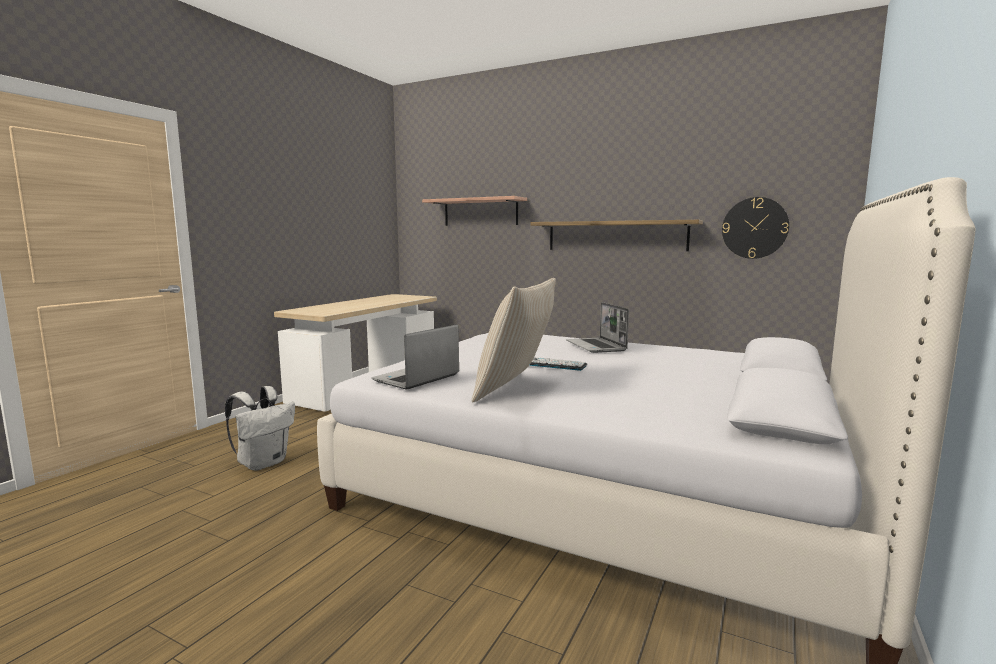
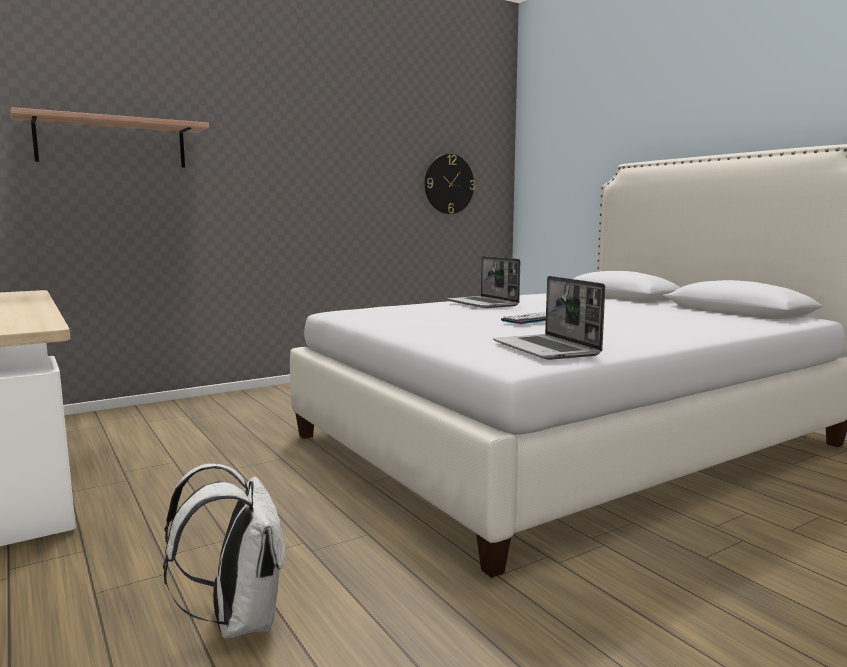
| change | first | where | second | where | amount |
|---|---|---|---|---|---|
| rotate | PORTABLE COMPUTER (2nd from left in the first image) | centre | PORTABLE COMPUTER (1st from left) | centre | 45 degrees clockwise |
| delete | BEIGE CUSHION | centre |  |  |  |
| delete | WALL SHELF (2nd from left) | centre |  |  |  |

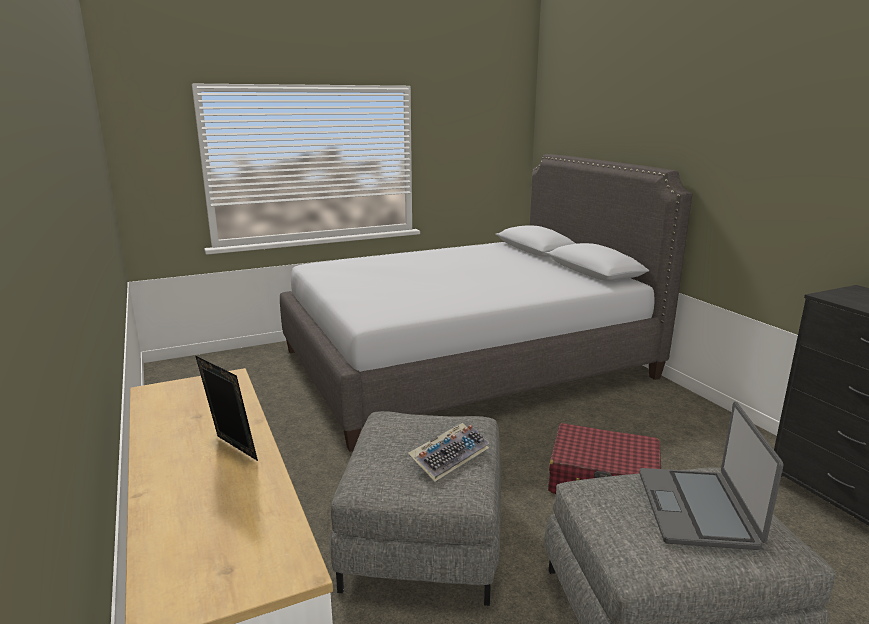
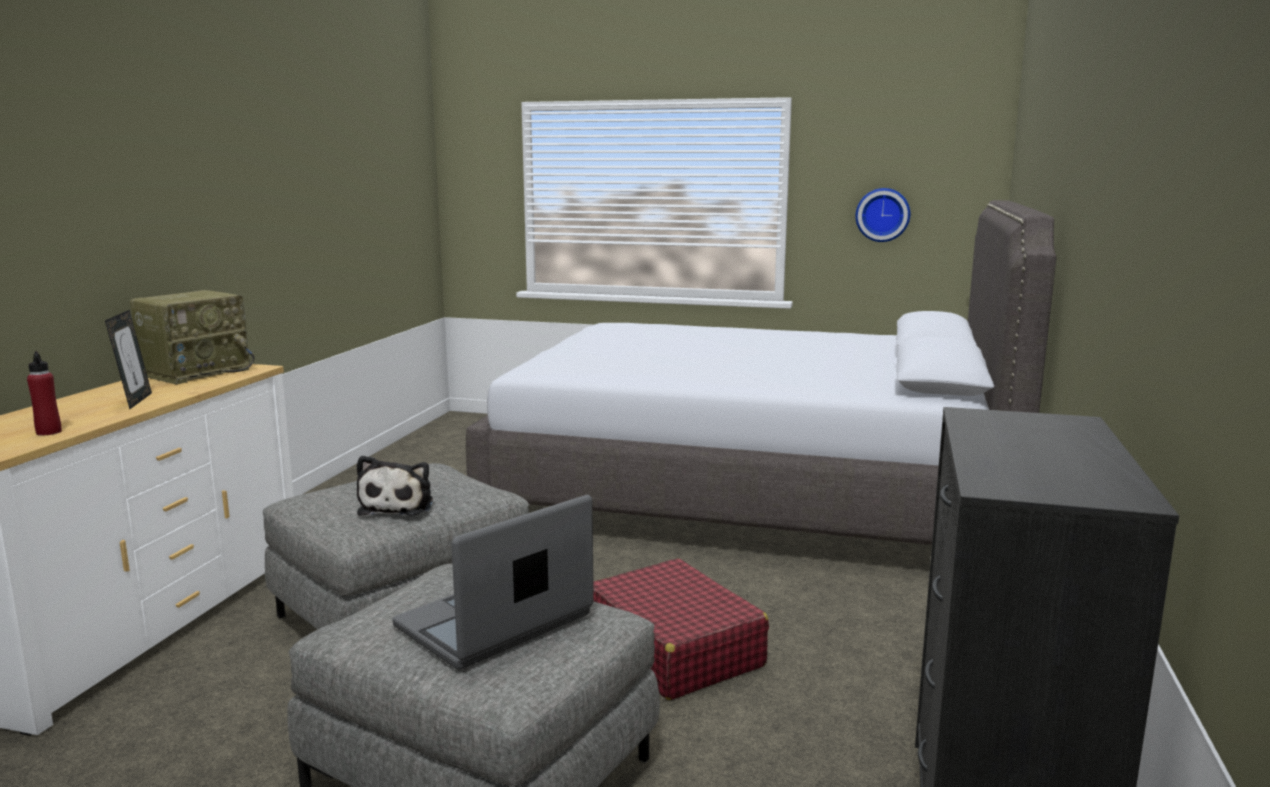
| change | first | where | second | where | amount |
|---|---|---|---|---|---|
| insert |  |  | REDDISH BOTTLE | middle left |  |
| insert |  |  | RADIO SET | middle left |  |
| replace | PC KEYBOARD | bottom centre | PLUSH TOY | middle left |  |
| insert |  |  | HANGING CLOCK | top right |  |

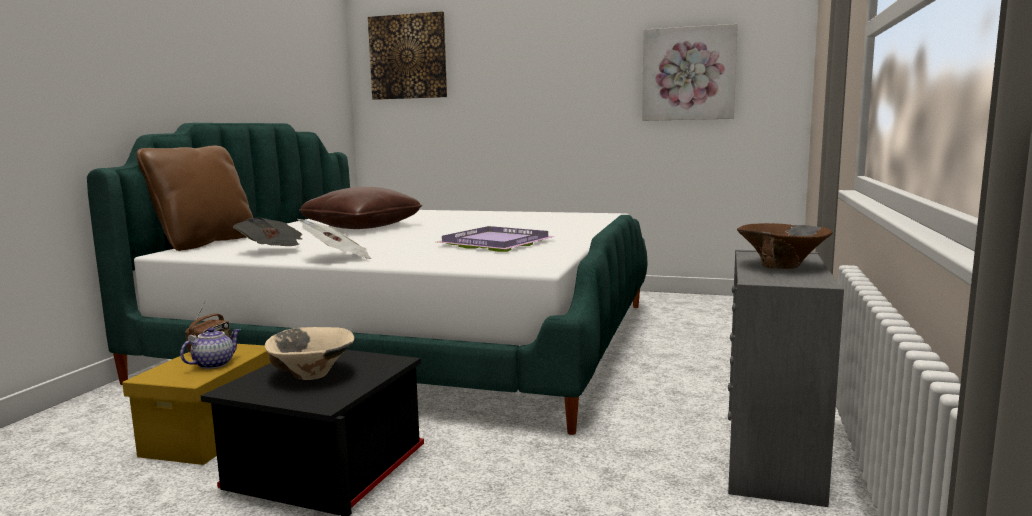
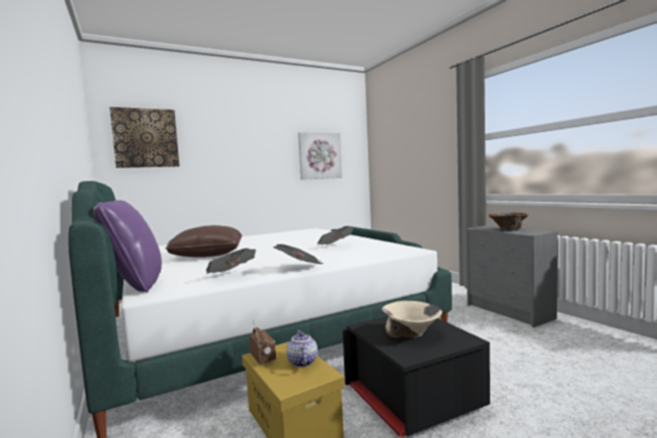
| change | first | where | second | where | amount |
|---|---|---|---|---|---|
| recolor | BROWNISH CUSHION (1st from left) | middle left | PURPLE-COLOURED CUSHION | middle left |  |
| replace | PURPLE-COLOURED SERVING TRAY | centre | DAILY PAPER (3rd from left) | centre |  |

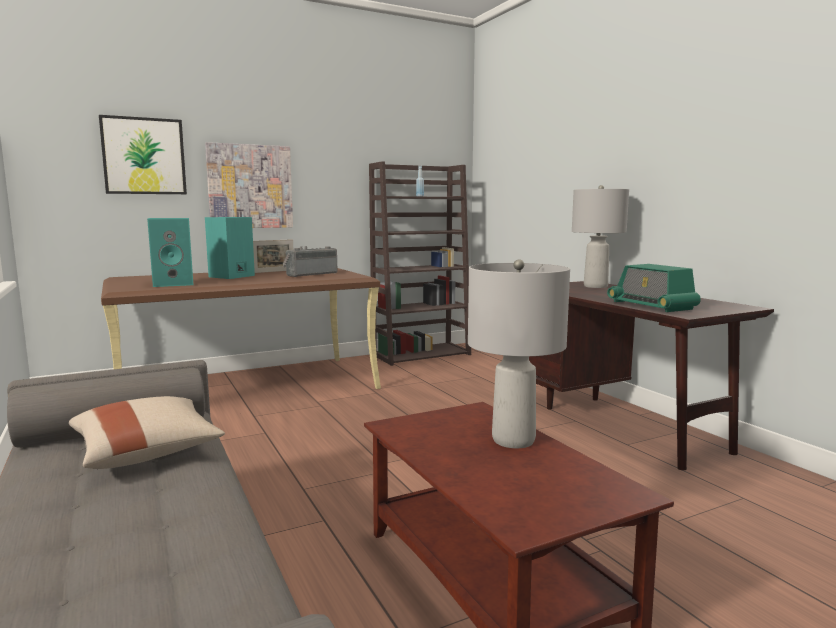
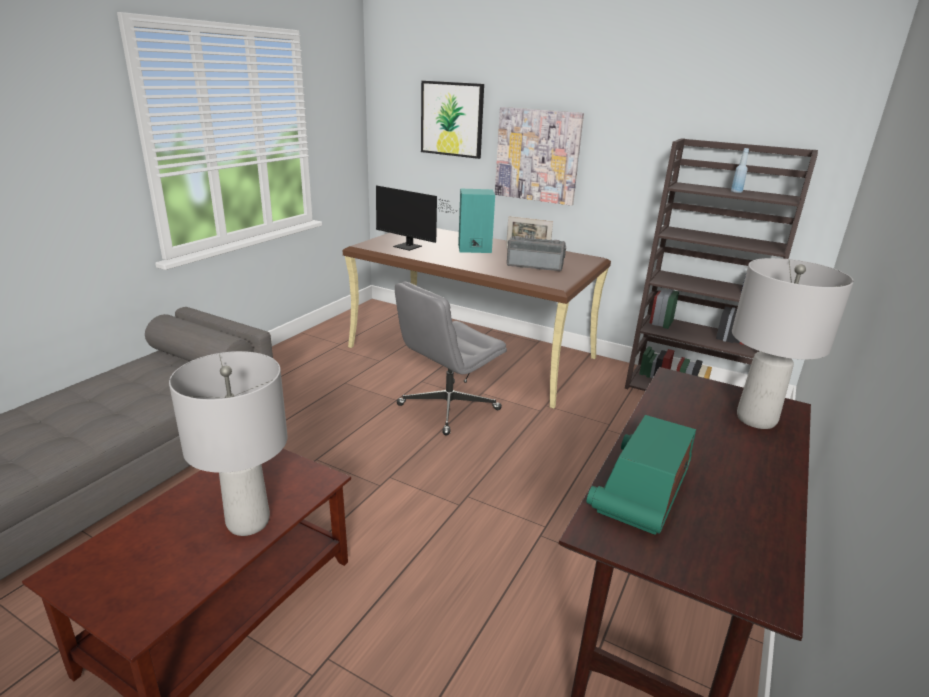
| change | first | where | second | where | amount |
|---|---|---|---|---|---|
| replace | TURQUOISE SPEAKER (1st from left) | middle left | COMPUTER SCREEN | top centre |  |
| insert |  |  | GREYISH COMPUTER CHAIR | centre |  |
| delete | BEIGE CUSHION | bottom left |  |  |  |

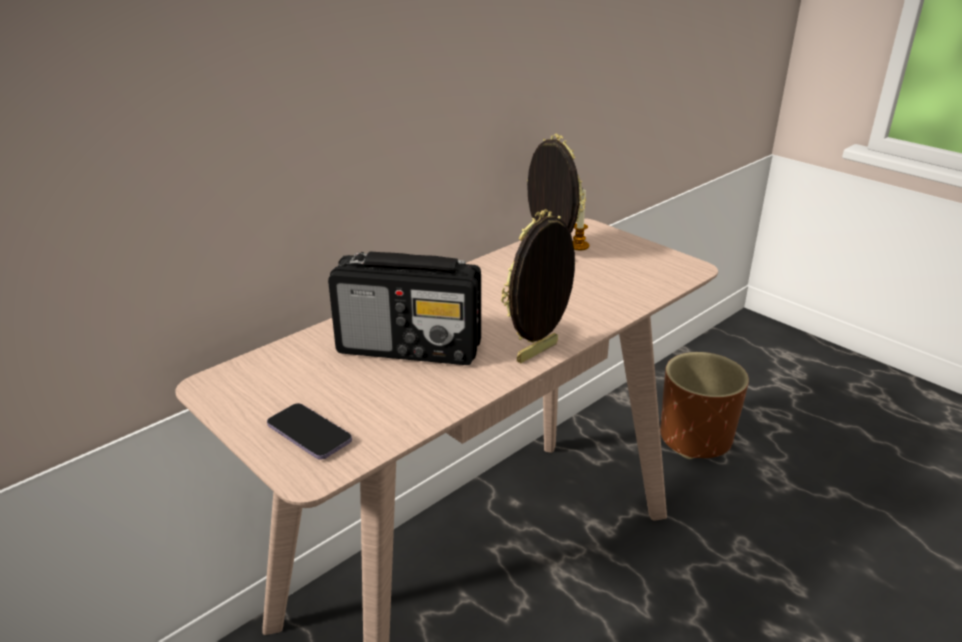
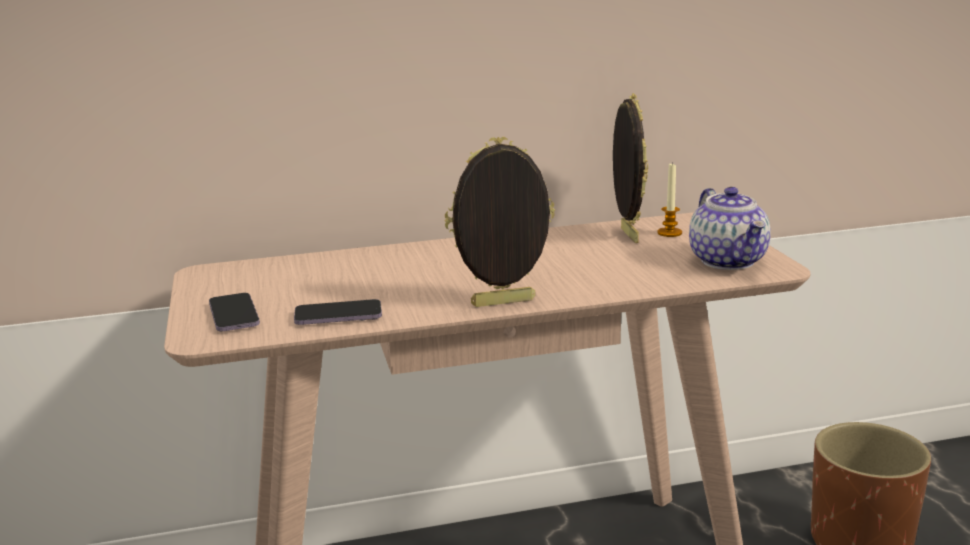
| change | first | where | second | where | amount |
|---|---|---|---|---|---|
| insert |  |  | TELEPHONE (2nd from left) | centre |  |
| insert |  |  | TEAPOT | middle right |  |
| delete | RADIO SET | centre |  |  |  |

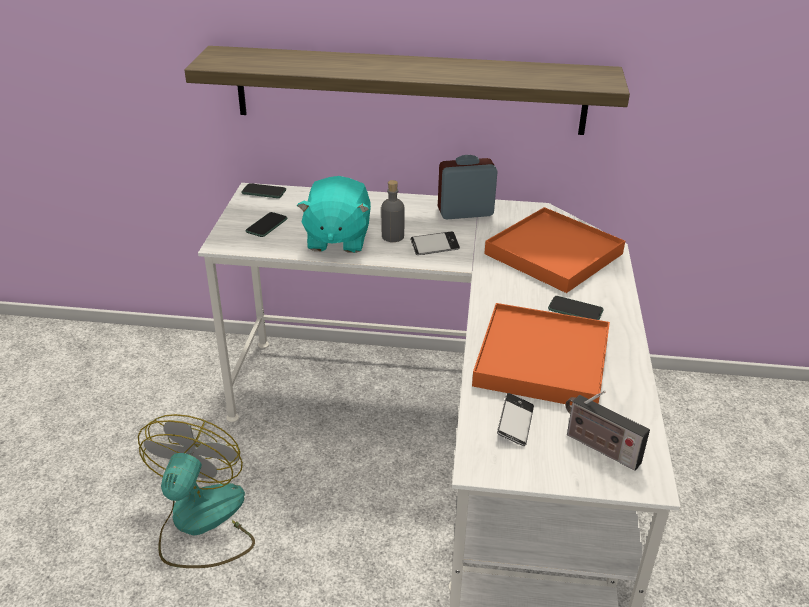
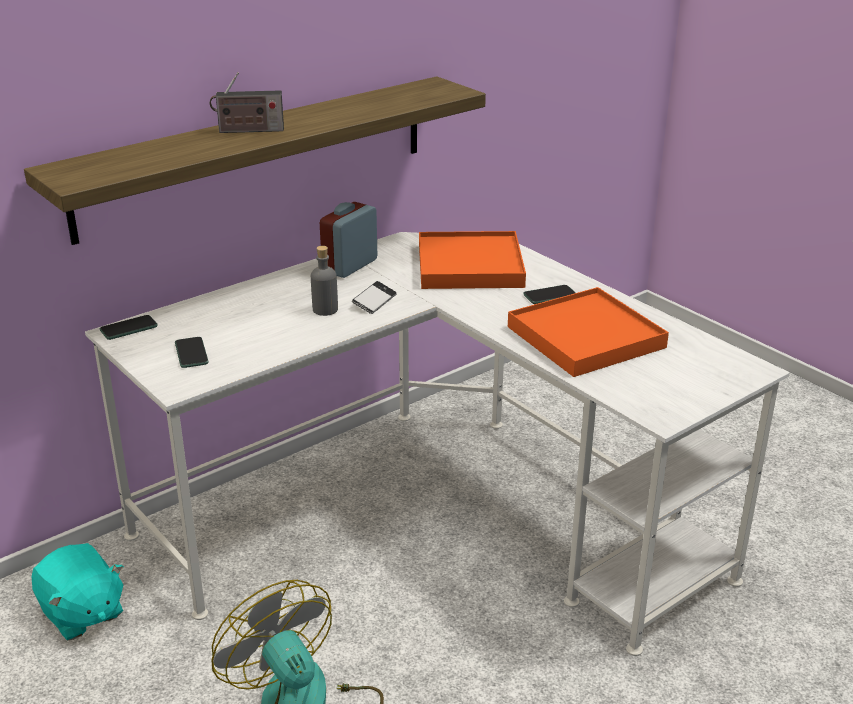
| change | first | where | second | where | amount |
|---|---|---|---|---|---|
| move | TURQUOISE PLUSH TOY | centre |  | bottom left |  |
| move | RADIO SET | bottom right |  | top left |  |
| delete | TELEPHONE (4th from left) | bottom centre |  |  |  |

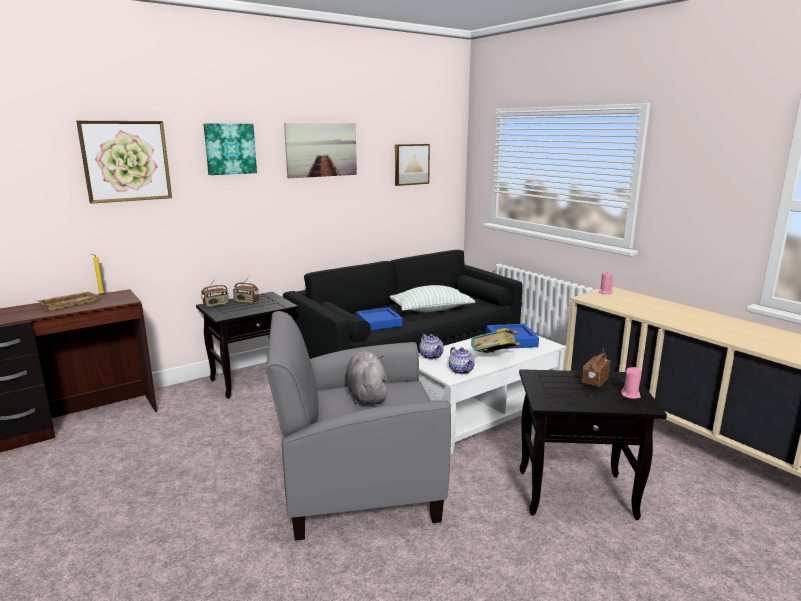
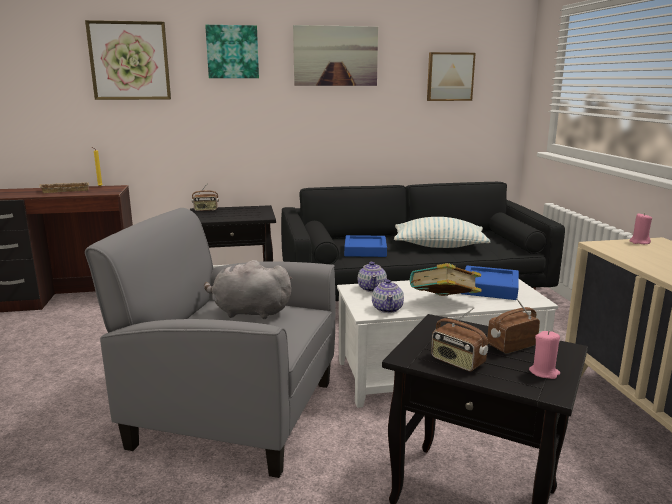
| change | first | where | second | where | amount |
|---|---|---|---|---|---|
| rotate | GREYISH PLUSH TOY | centre |  | centre | 90 degrees counterclockwise |
| move | RADIO SET (2nd from left) | middle left |  | bottom right |  |

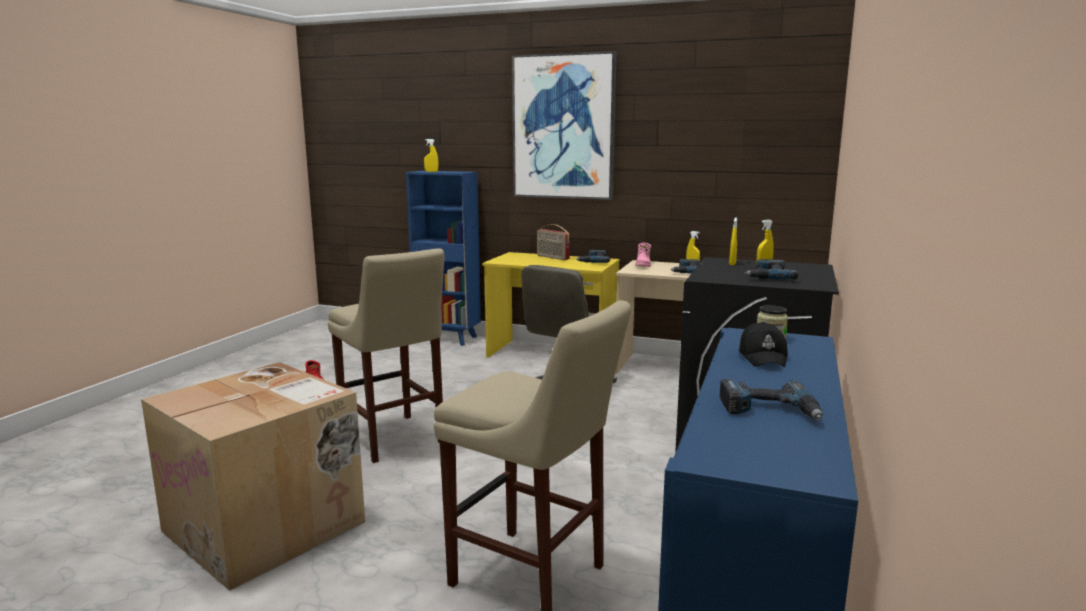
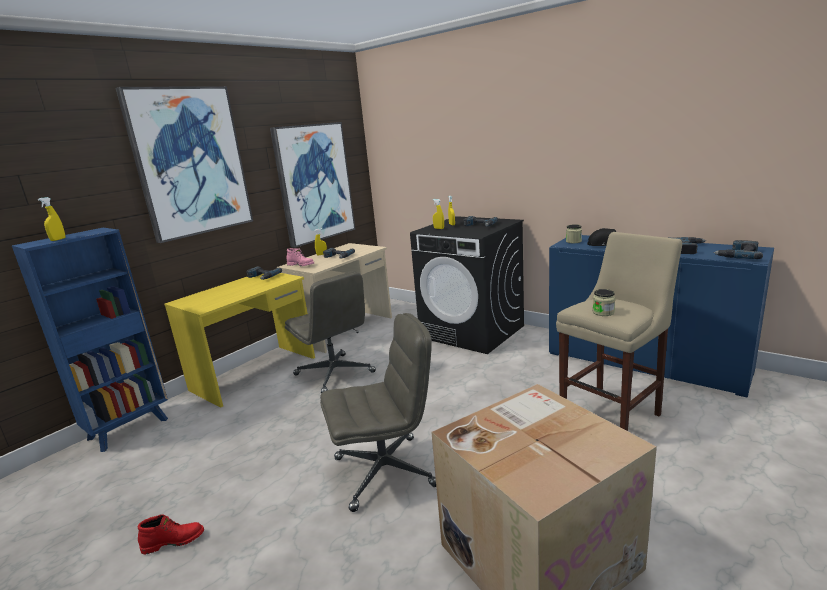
| change | first | where | second | where | amount |
|---|---|---|---|---|---|
| insert |  |  | WALL ART (2nd from left) | top centre |  |
| replace | BEIGE SITTING STOOL (1st from left) | centre | GREYISH COMPUTER CHAIR (2nd from left) | bottom centre |  |
| insert |  |  | JAR (2nd from left) | middle right |  |
| insert |  |  | DRILL (5th from left) | middle right |  |
| delete | RADIO SET | centre |  |  |  |

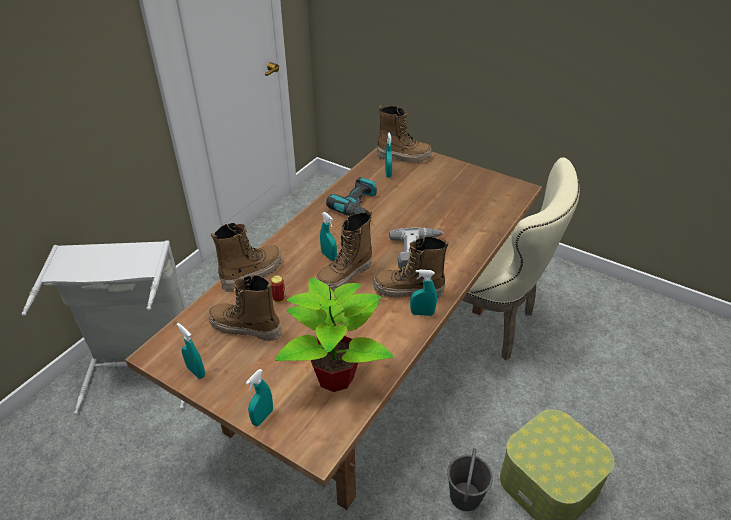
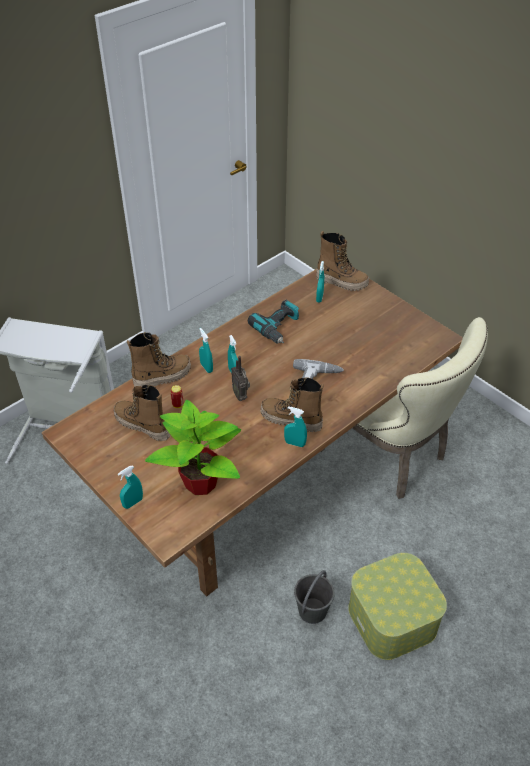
| change | first | where | second | where | amount |
|---|---|---|---|---|---|
| move | TURQUOISE HAND SPRAYER (1st from left in the first image) | bottom left | TURQUOISE HAND SPRAYER (2nd from left) | centre |  |
| replace | BOOT (3rd from left) | centre | RADIO SET | centre |  |

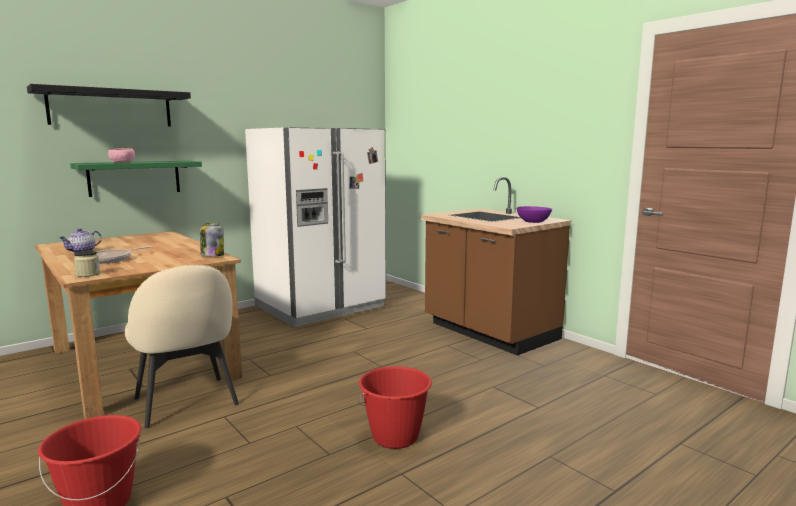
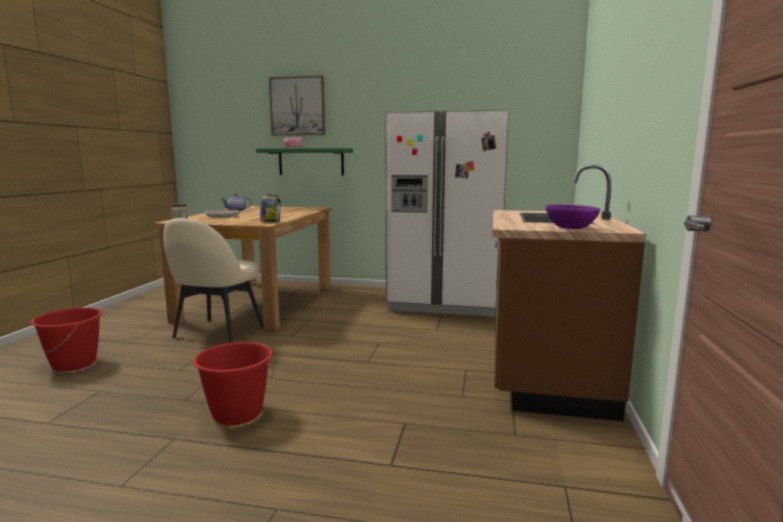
| change | first | where | second | where | amount |
|---|---|---|---|---|---|
| replace | BLACKISH WALL SHELF | top left | WALL ART | top centre |  |

